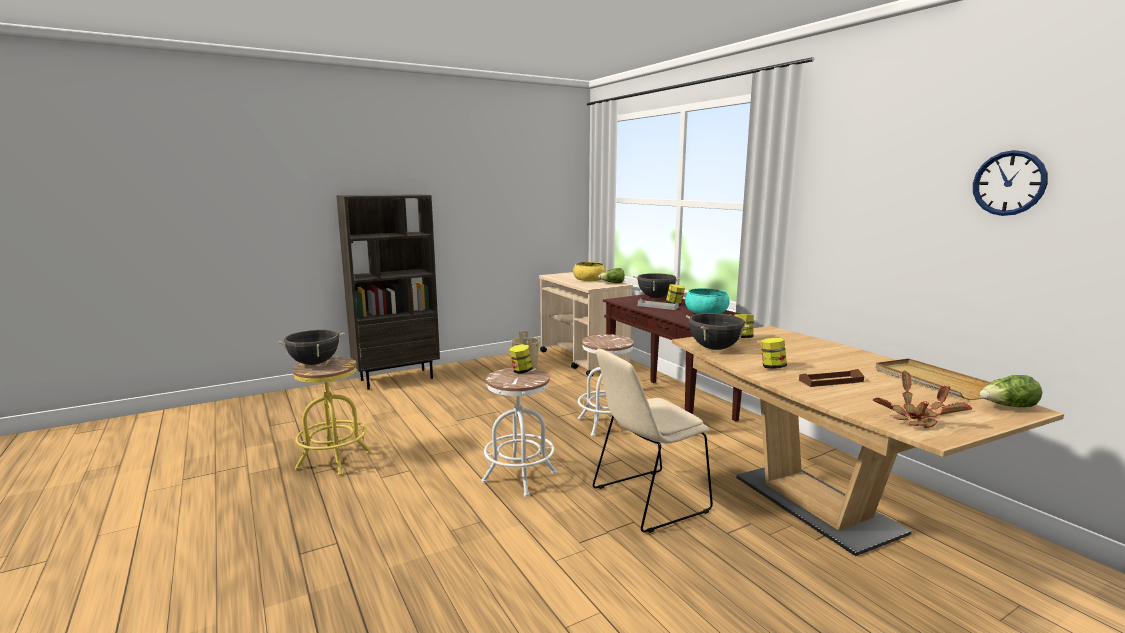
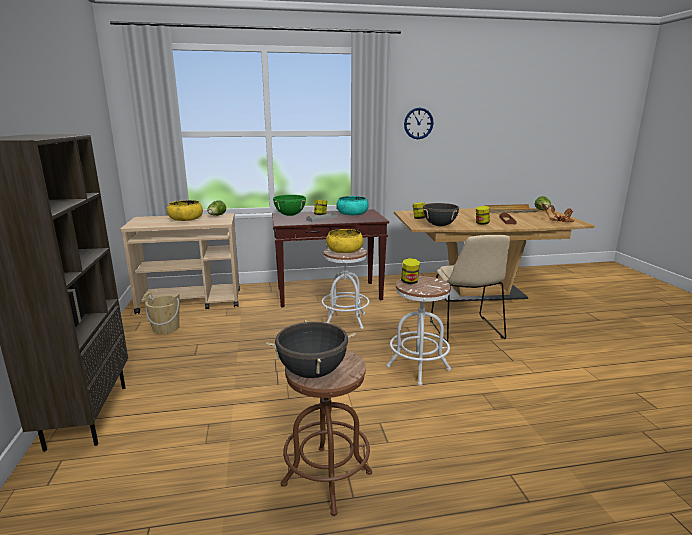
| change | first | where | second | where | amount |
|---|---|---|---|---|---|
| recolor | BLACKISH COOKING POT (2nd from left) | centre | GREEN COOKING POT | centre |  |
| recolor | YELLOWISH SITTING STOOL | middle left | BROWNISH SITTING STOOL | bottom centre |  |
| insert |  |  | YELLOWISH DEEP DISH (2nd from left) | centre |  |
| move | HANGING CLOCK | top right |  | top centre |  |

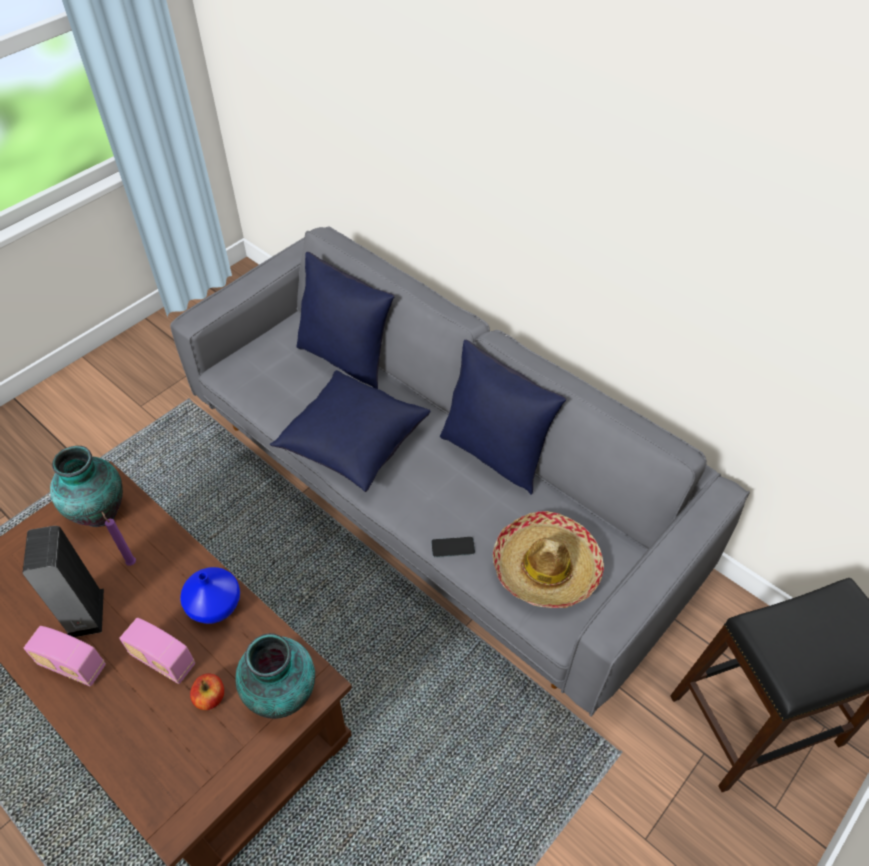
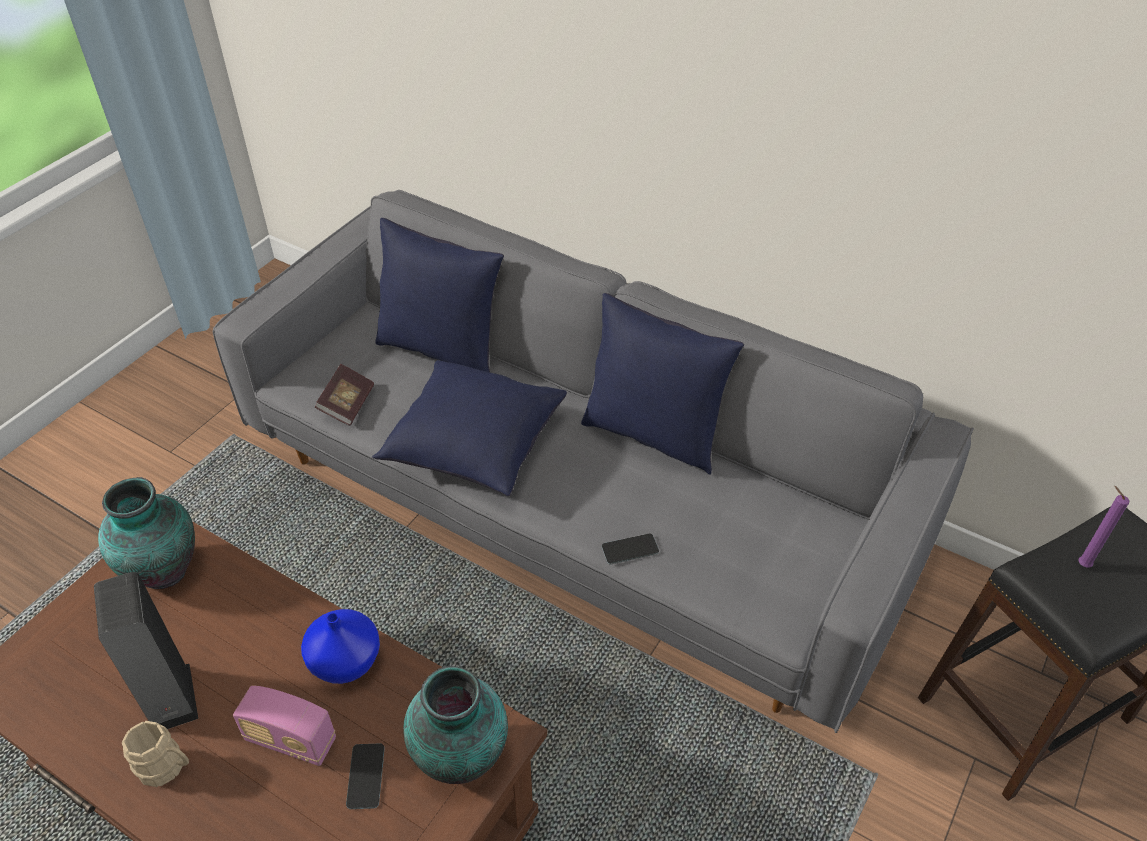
| change | first | where | second | where | amount |
|---|---|---|---|---|---|
| replace | RADIO SET (1st from left) | bottom left | BEIGE MUG | bottom left |  |
| insert |  |  | BOUND BOOK | middle left |  |
| replace | APPLE | bottom left | TELEPHONE (1st from left) | bottom left |  |
| move | PURPLE-COLOURED WAX LIGHT | middle left |  | middle right |  |
| delete | CLOTHING HAT | centre |  |  |  |

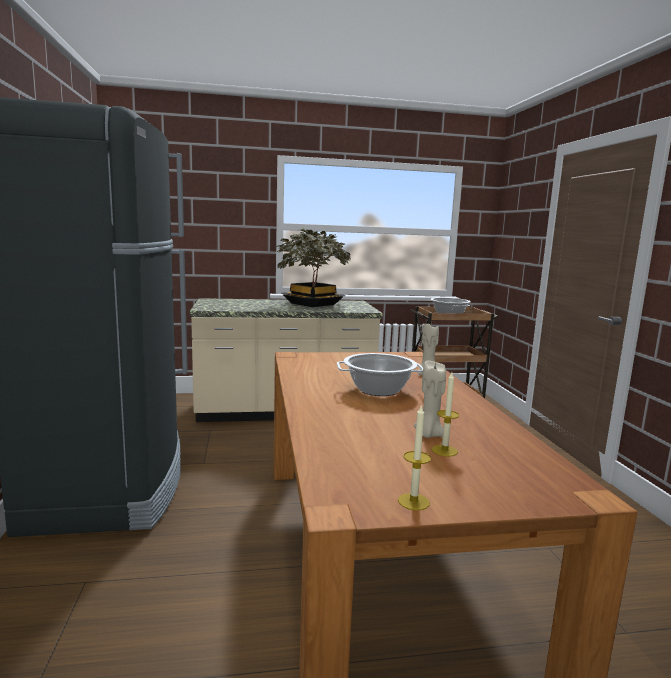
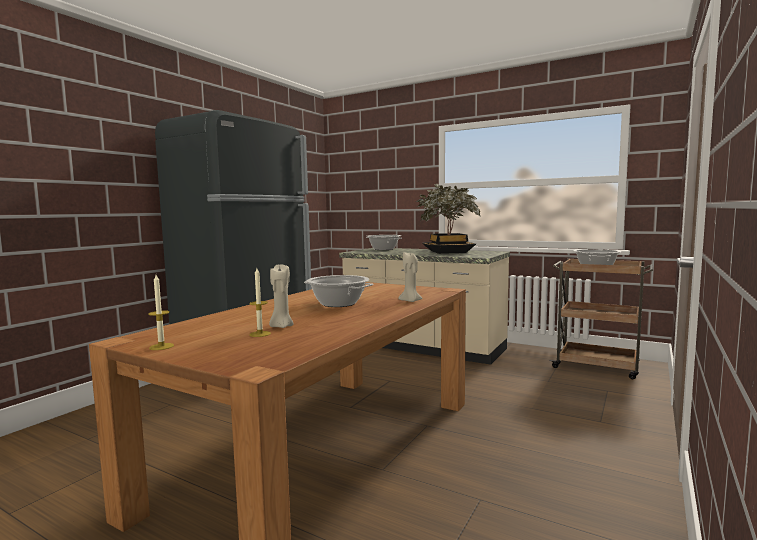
| change | first | where | second | where | amount |
|---|---|---|---|---|---|
| insert |  |  | COOKING POT (2nd from left) | centre |  |

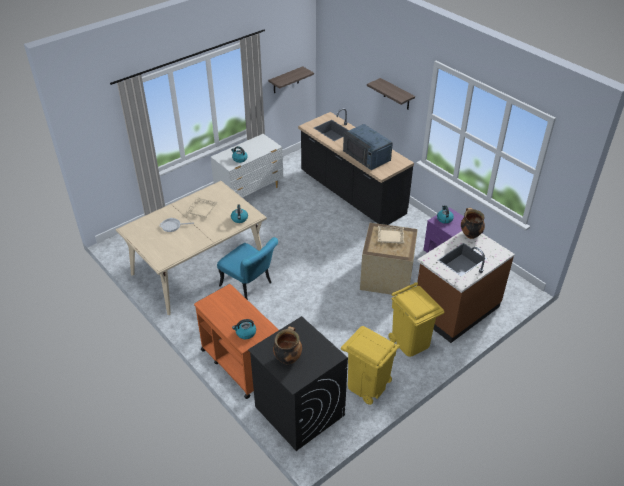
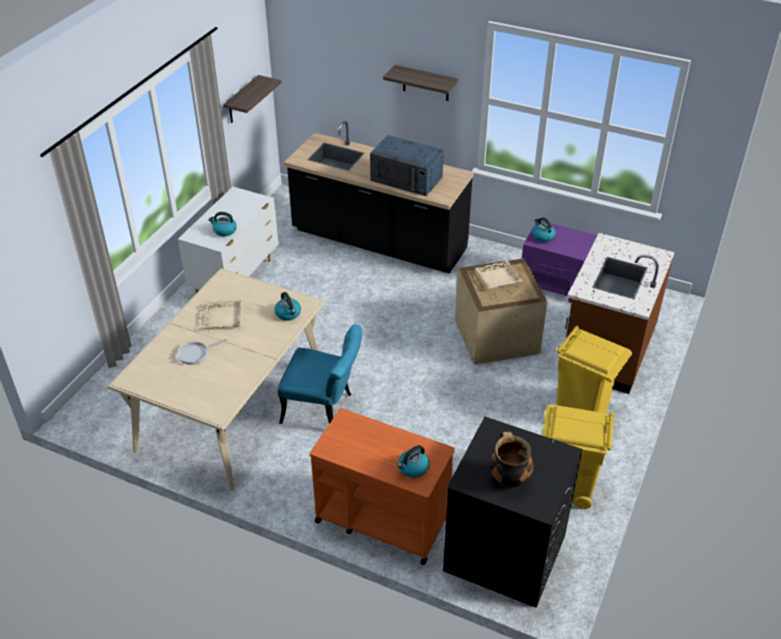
| change | first | where | second | where | amount |
|---|---|---|---|---|---|
| delete | COOKING POT (2nd from left) | middle right |  |  |  |

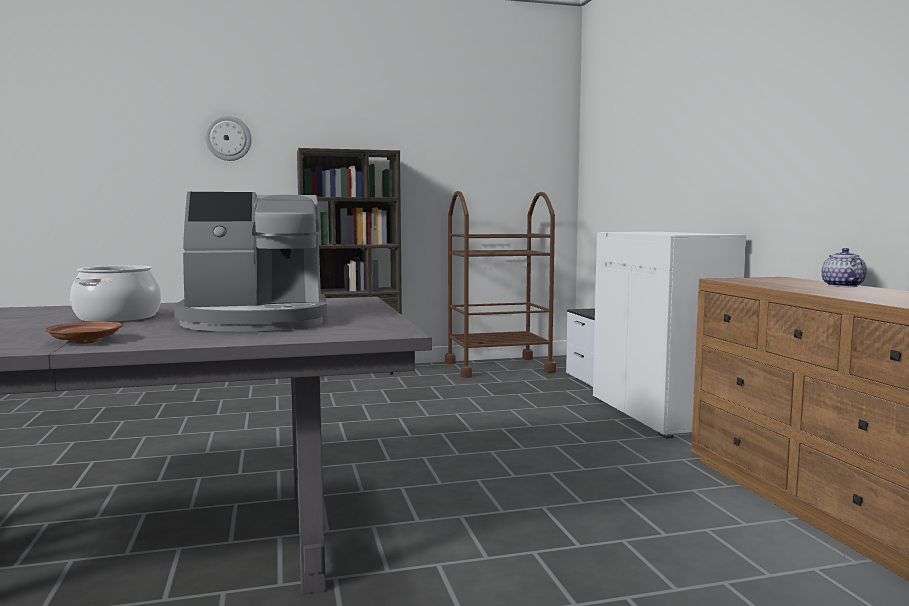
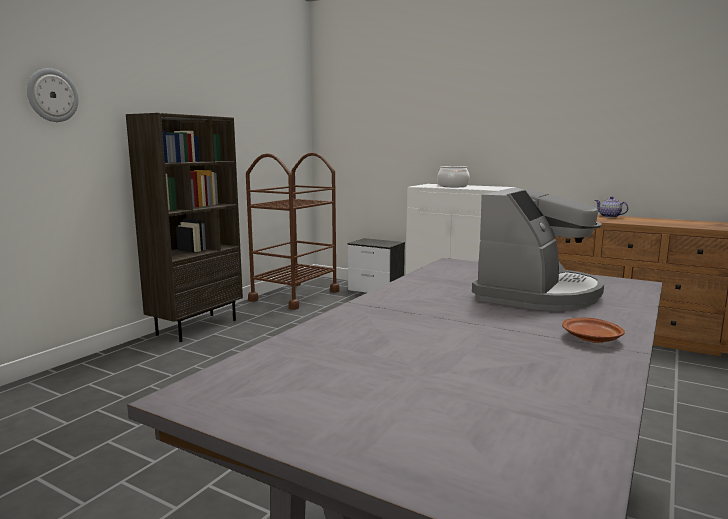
| change | first | where | second | where | amount |
|---|---|---|---|---|---|
| move | COOKING POT | middle left |  | centre |  |

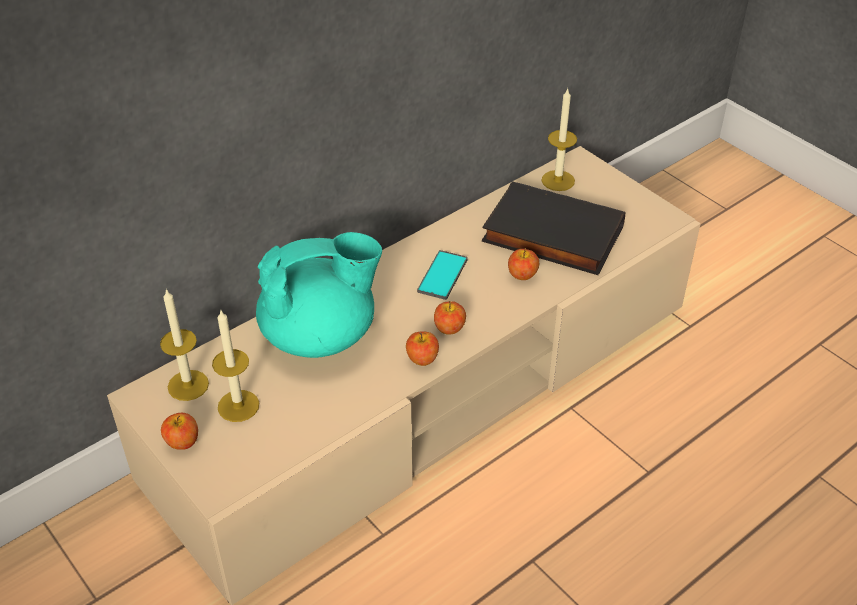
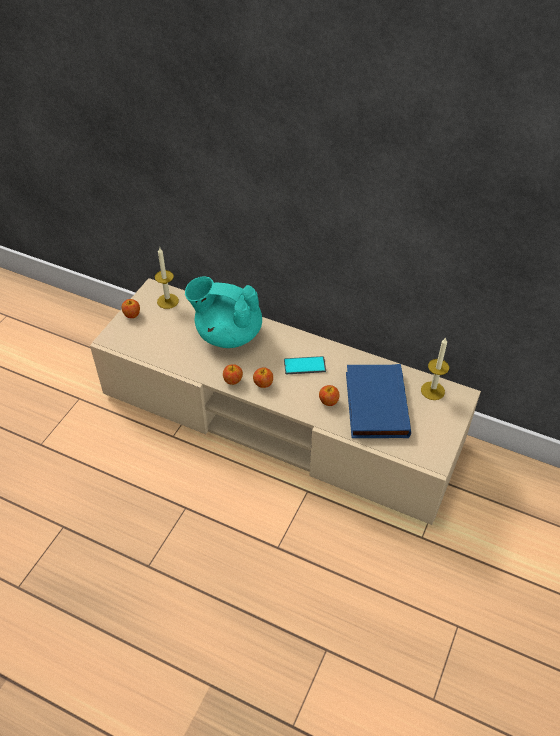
| change | first | where | second | where | amount |
|---|---|---|---|---|---|
| rotate | TURQUOISE TEAPOT | centre |  | centre | 150 degrees clockwise |
| recolor | BLACKISH BOUND BOOK | centre | BLUISH BOUND BOOK | middle right |  |
| delete | WAX LIGHT (2nd from left) | middle left |  |  |  |

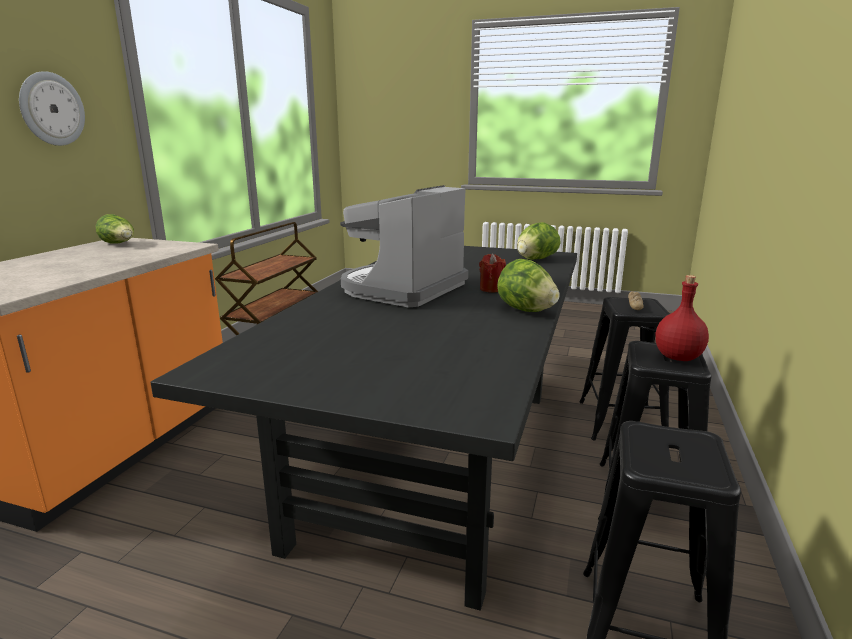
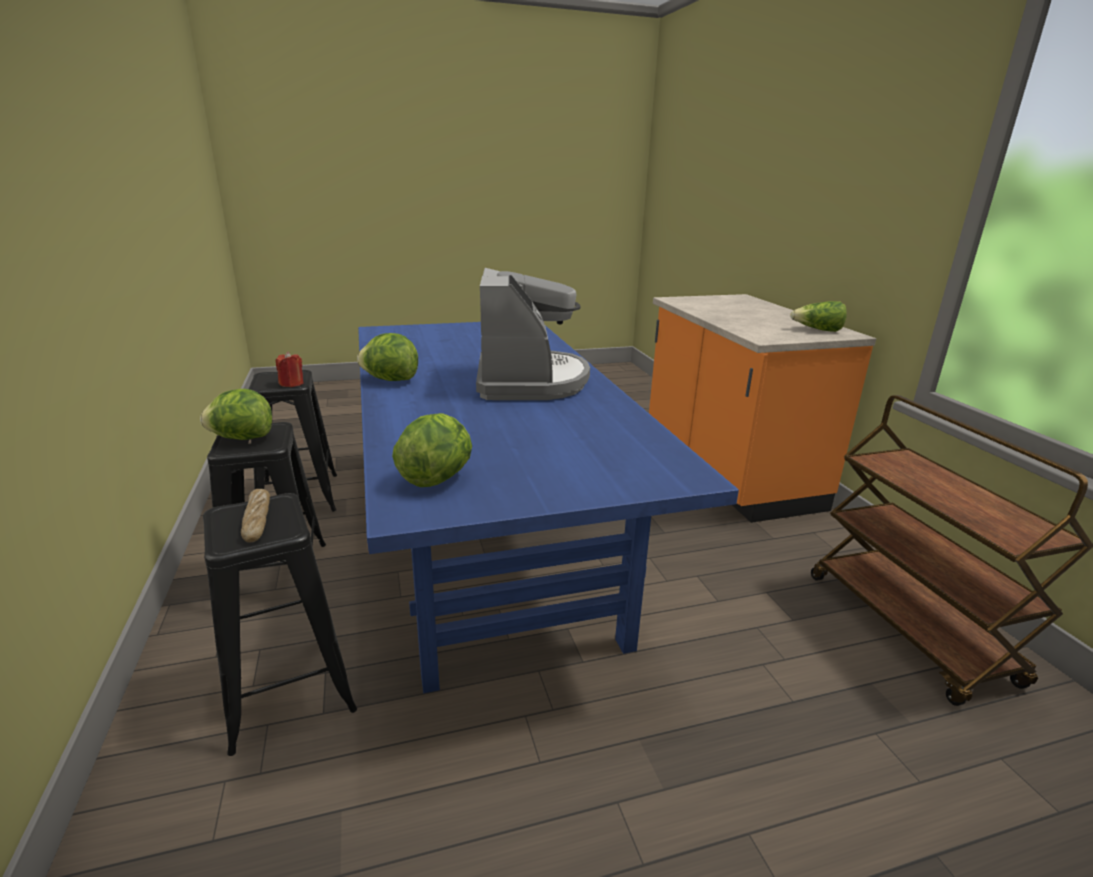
| change | first | where | second | where | amount |
|---|---|---|---|---|---|
| replace | REDDISH BOTTLE | middle right | LETTUCE (1st from left) | middle left |  |
| move | REDDISH WAX LIGHT | centre |  | middle left |  |
| recolor | BLACKISH DINING TABLE | bottom centre | BLUISH DINING TABLE | centre |  |
| delete | HANGING CLOCK | top left |  |  |  |

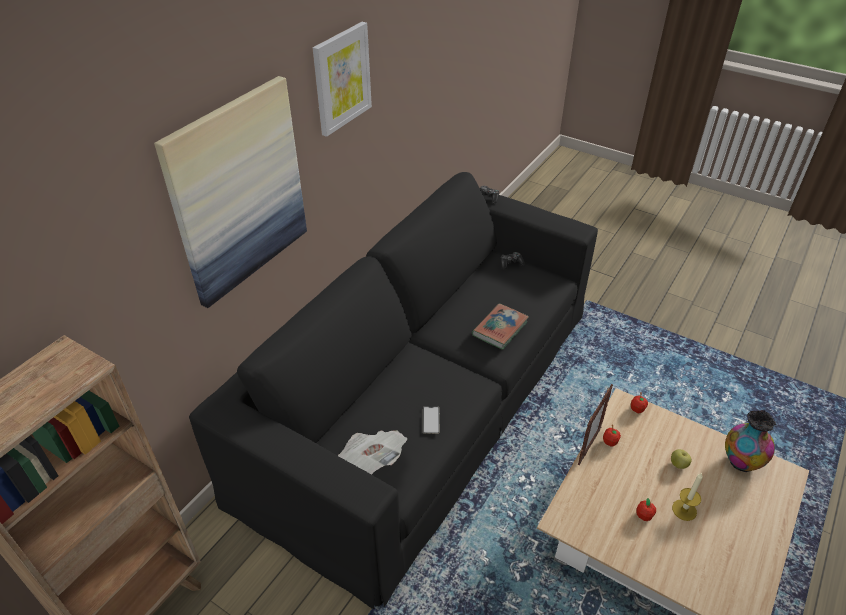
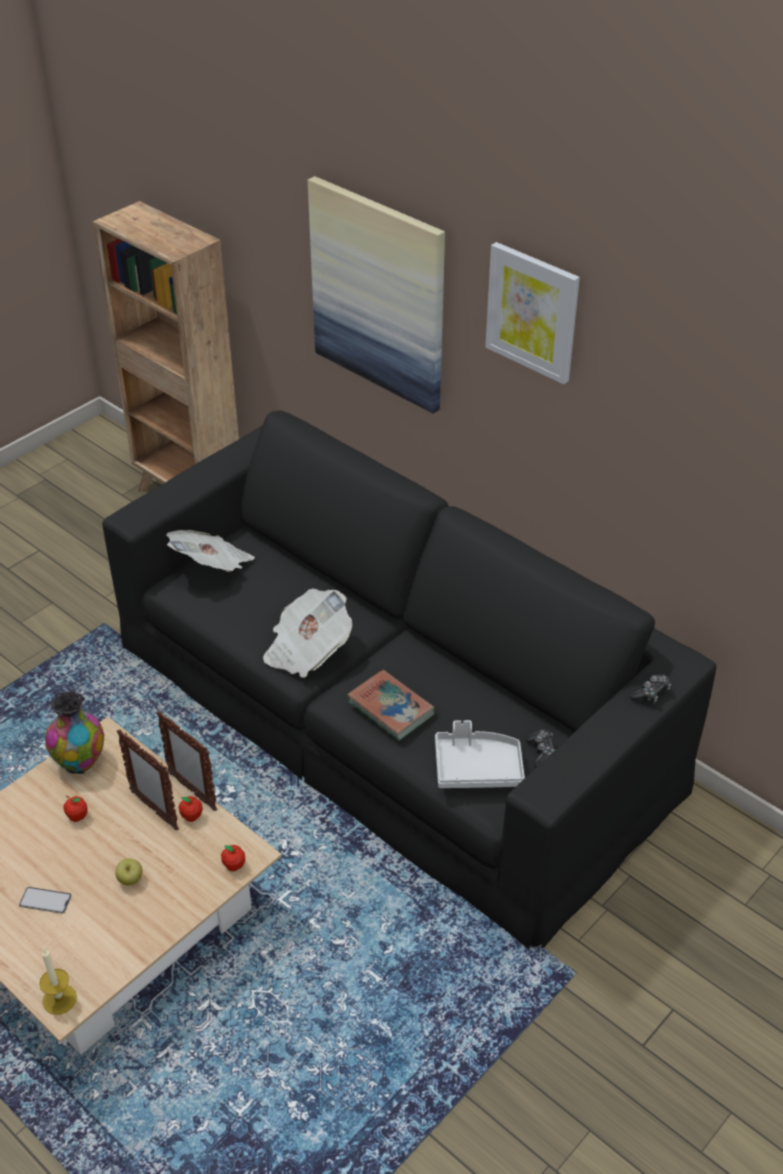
| change | first | where | second | where | amount |
|---|---|---|---|---|---|
| move | TELEPHONE | bottom centre |  | bottom left |  |
| move | WAX LIGHT | bottom right |  | bottom left |  |
| move | FLOWER VASE | bottom right |  | middle left |  |
| insert |  |  | PICTURE FRAME (1st from left) | middle left |  |
| insert |  |  | DAILY PAPER (2nd from left) | centre |  |
| insert |  |  | GREYISH SERVING TRAY | centre |  |

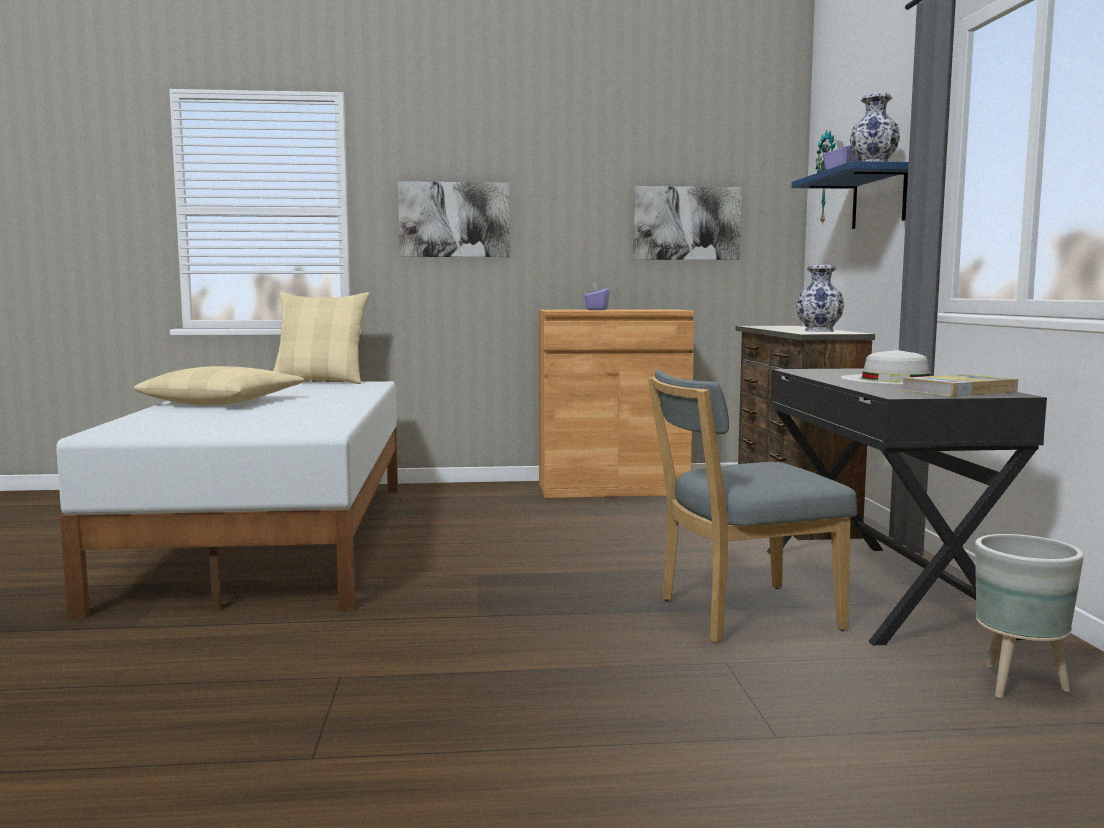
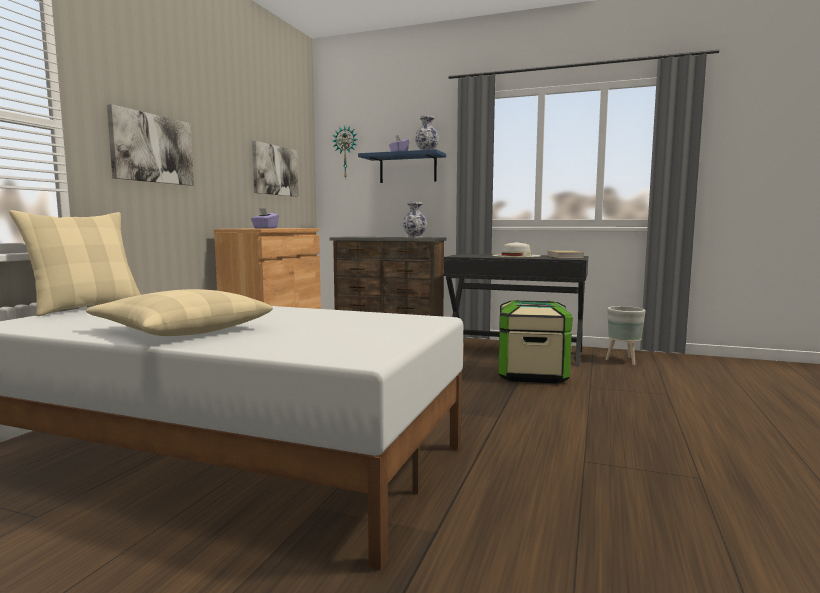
| change | first | where | second | where | amount |
|---|---|---|---|---|---|
| replace | GREYISH PLAIN CHAIR | middle right | STORAGE CONTAINER | centre |  |

